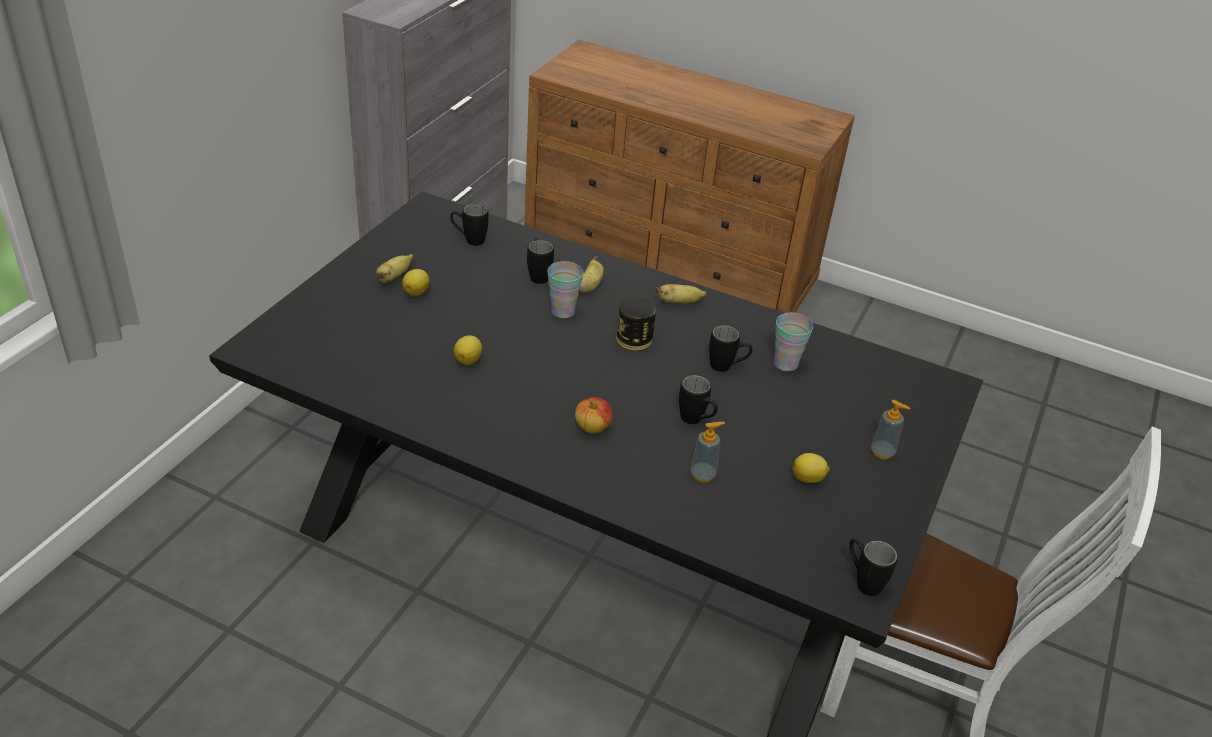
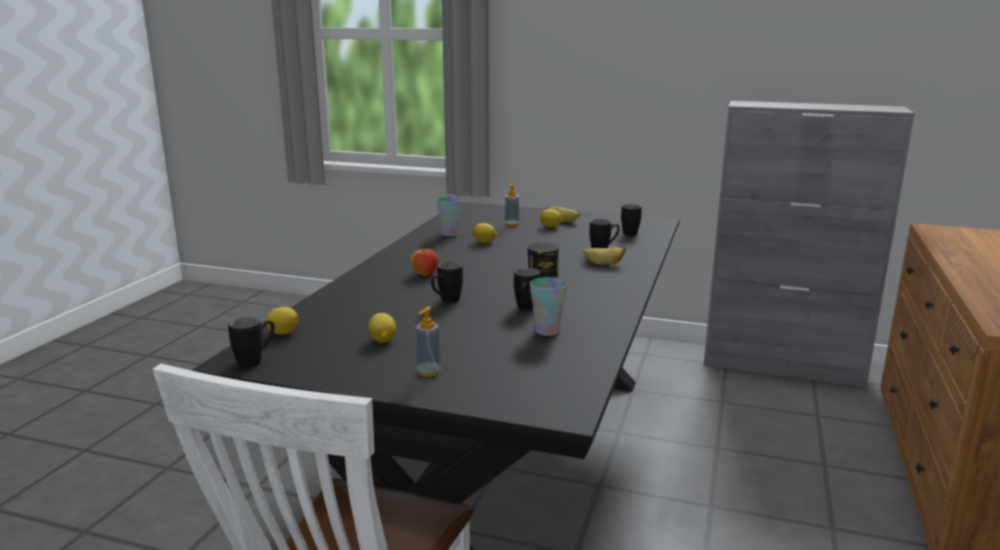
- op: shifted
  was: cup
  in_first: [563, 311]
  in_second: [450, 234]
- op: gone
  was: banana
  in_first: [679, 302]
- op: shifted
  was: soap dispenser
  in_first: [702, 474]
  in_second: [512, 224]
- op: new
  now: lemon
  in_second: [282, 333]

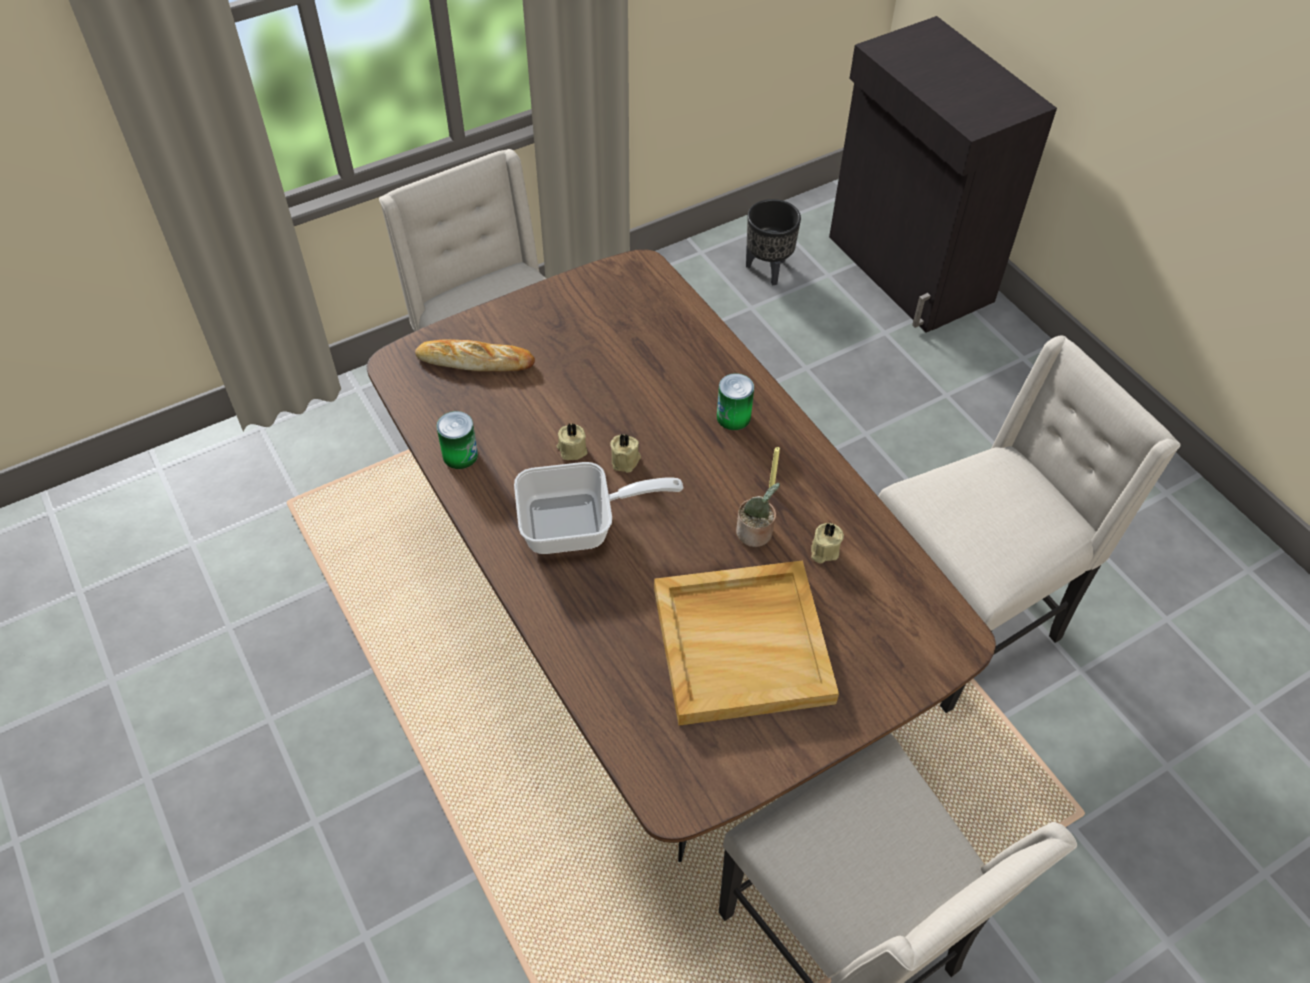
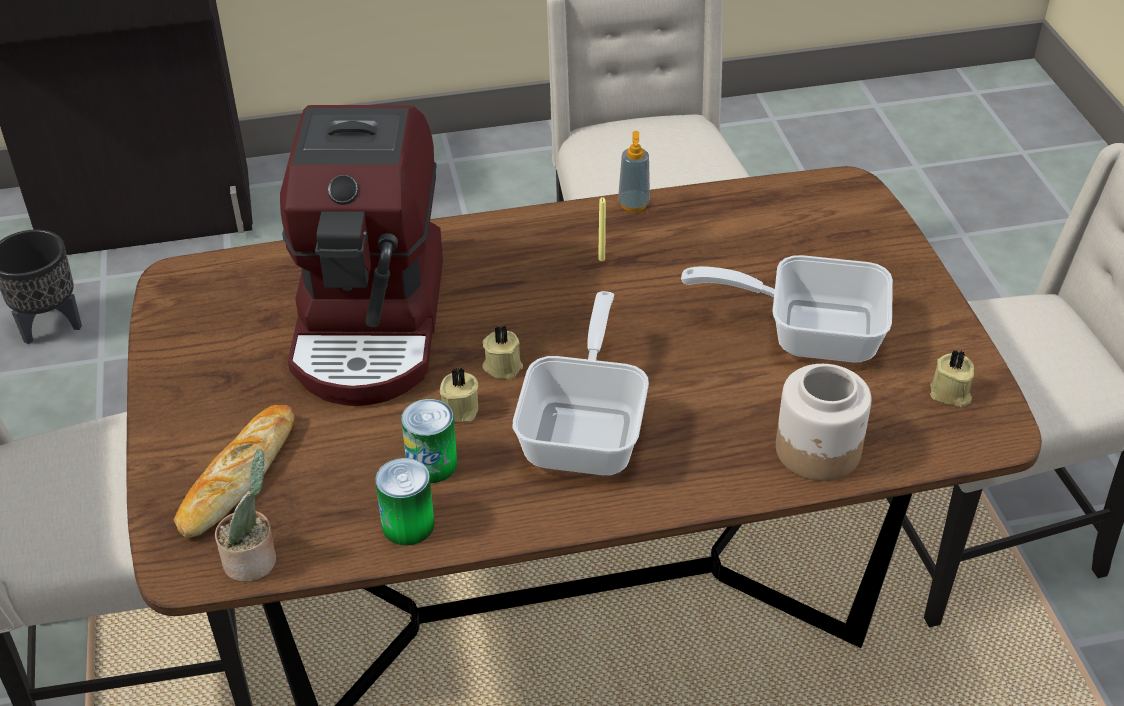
- op: swapped
  was: beige tray
  now: frying pan
  in_first: [743, 643]
  in_second: [808, 332]
- op: shifted
  was: can
  in_first: [733, 417]
  in_second: [432, 464]
- op: shifted
  was: potted plant
  in_first: [756, 534]
  in_second: [254, 560]
- op: shifted
  was: beige candle
  in_first: [823, 551]
  in_second: [950, 394]
- op: new
  now: coffee machine
  in_second: [372, 324]
- op: new
  now: soap dispenser
  in_second: [633, 204]
- op: new
  now: jar
  in_second: [818, 451]

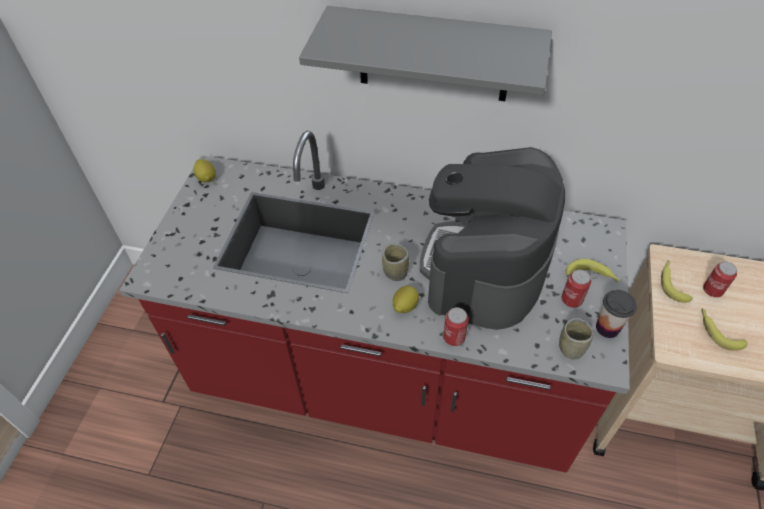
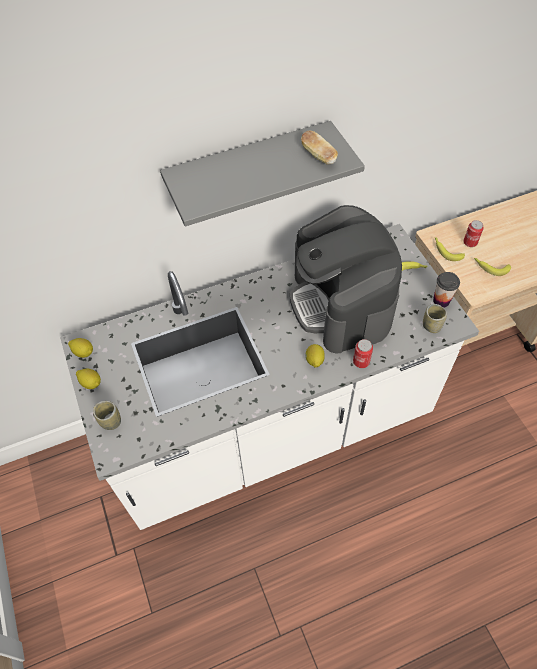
- op: repainted
  was: red counter
  now: white counter
  in_first: [385, 381]
  in_second: [272, 429]
- op: shifted
  was: cup
  in_first: [395, 272]
  in_second: [111, 422]
- op: gone
  was: can
  in_first: [571, 300]
- op: new
  now: lemon
  in_second: [91, 383]
- op: new
  now: bread
  in_second: [318, 156]

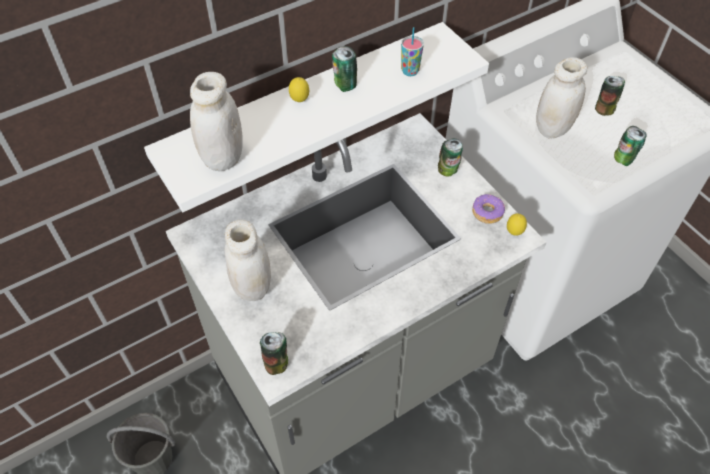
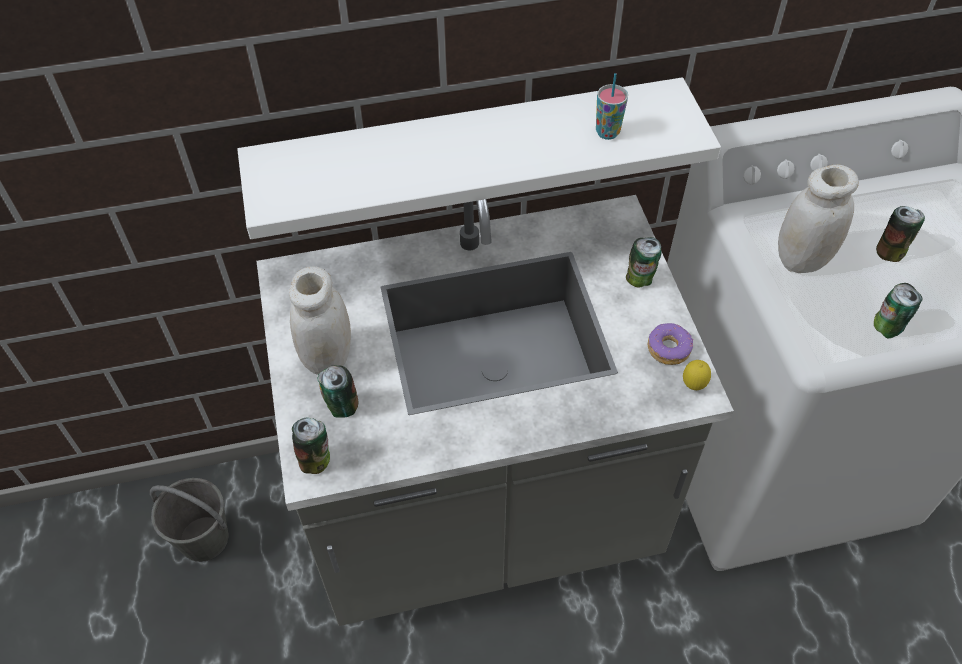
- op: gone
  was: white jar
  in_first: [222, 158]
- op: gone
  was: lemon
  in_first: [299, 101]
- op: shifted
  was: can
  in_first: [345, 85]
  in_second: [341, 407]

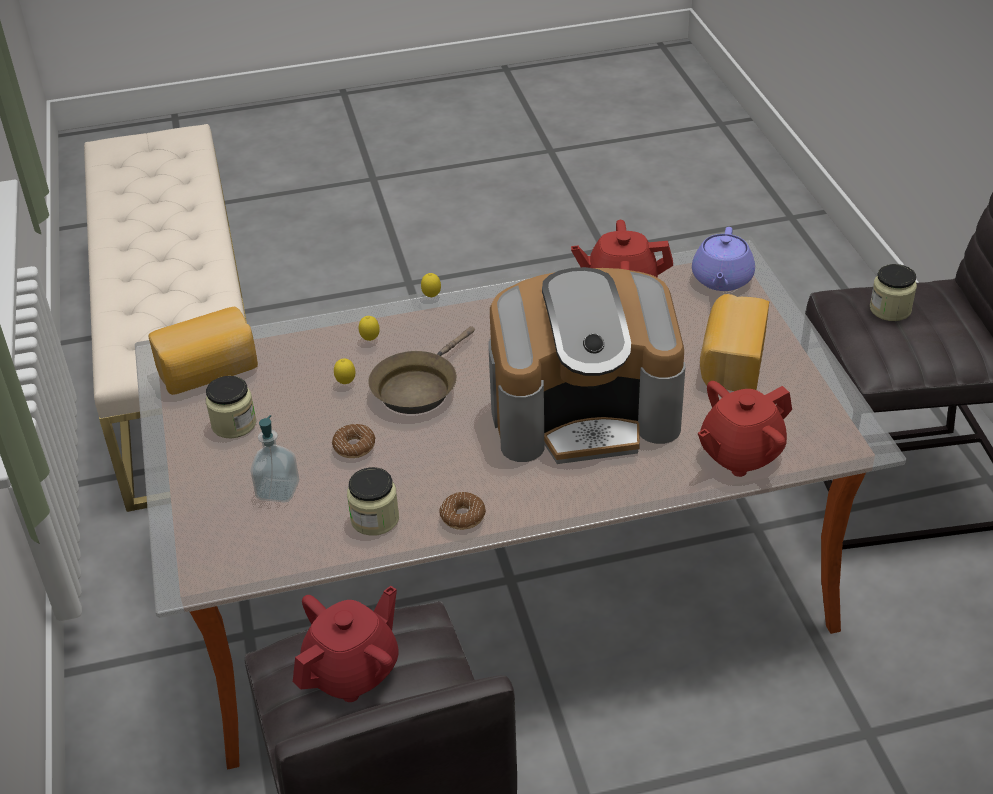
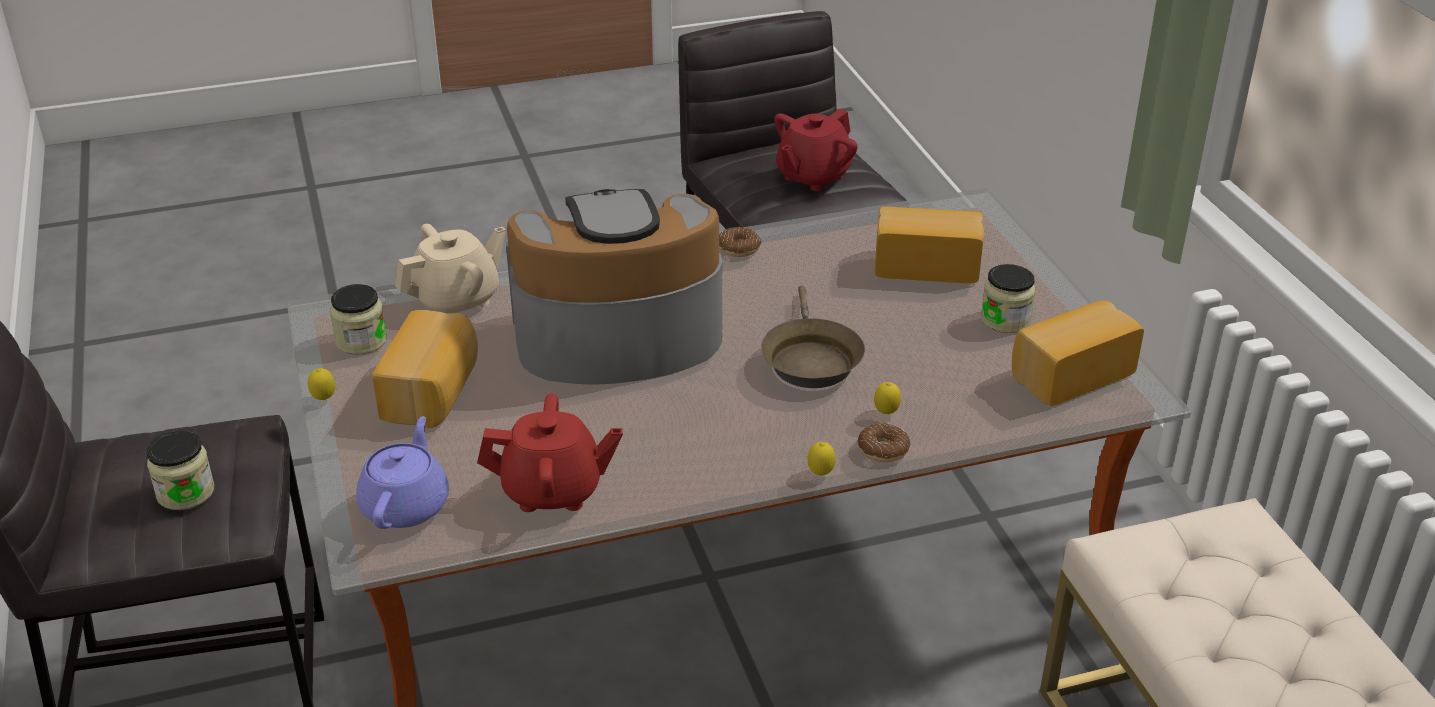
- op: swapped
  was: soap dispenser
  now: bread
  in_first: [278, 490]
  in_second: [926, 264]
- op: shifted
  was: donut
  in_first: [354, 446]
  in_second: [883, 449]
- op: shifted
  was: lemon
  in_first: [346, 383]
  in_second: [324, 399]
- op: shifted
  was: jar
  in_first: [375, 519]
  in_second: [361, 341]
- op: rotated
  was: brown frying pan
  in_first: [418, 387]
  in_second: [810, 359]
  clockwise: 150
- op: repainted
  was: red teapot
  now: beige teapot
  in_first: [740, 454]
  in_second: [457, 300]

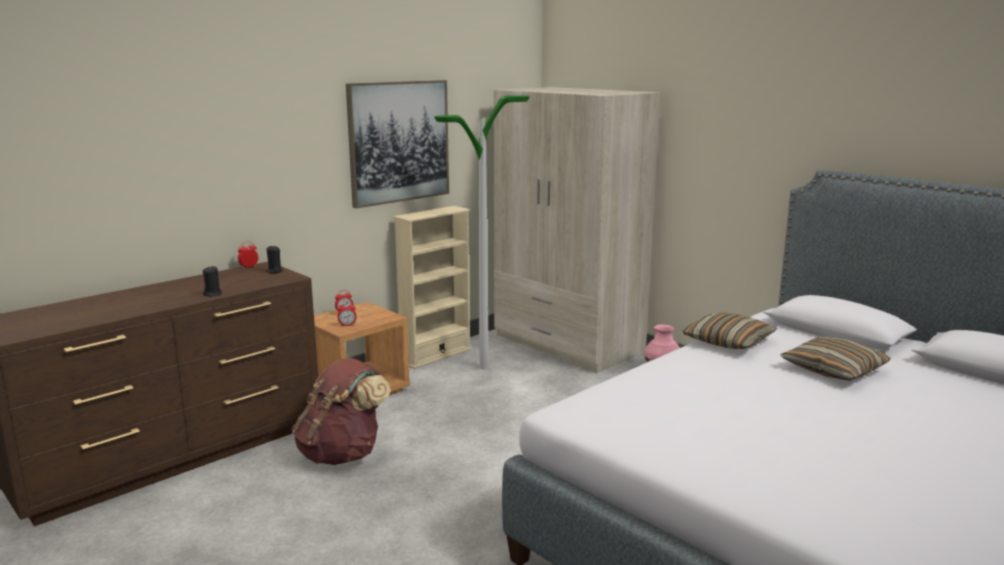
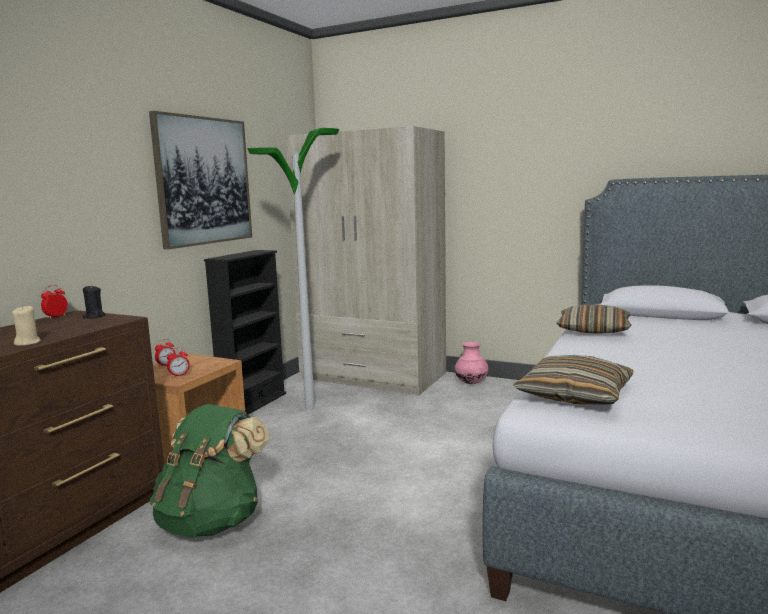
- op: repainted
  was: black candle
  now: beige candle
  in_first: [213, 294]
  in_second: [28, 343]
- op: repainted
  was: brown backpack
  now: green backpack
  in_first: [343, 454]
  in_second: [212, 521]
- op: repainted
  was: beige bookcase
  now: black bookcase
  in_first: [436, 355]
  in_second: [253, 404]
- op: shifted
  was: pillow
  in_first: [834, 370]
  in_second: [574, 394]

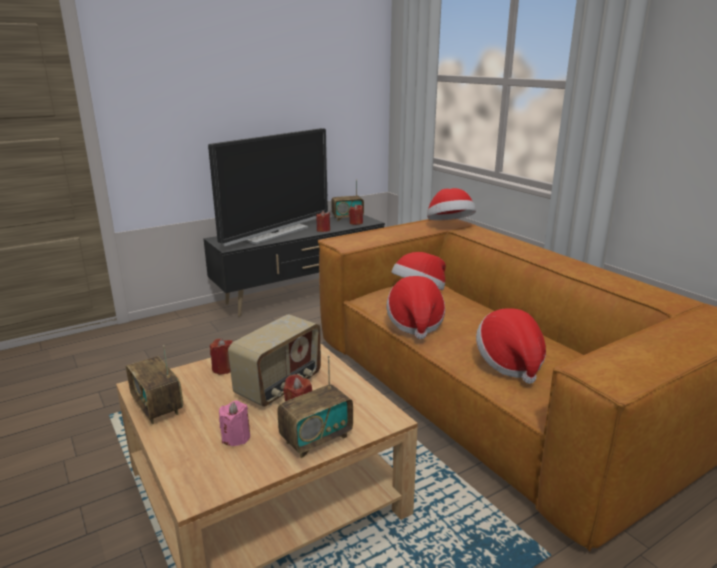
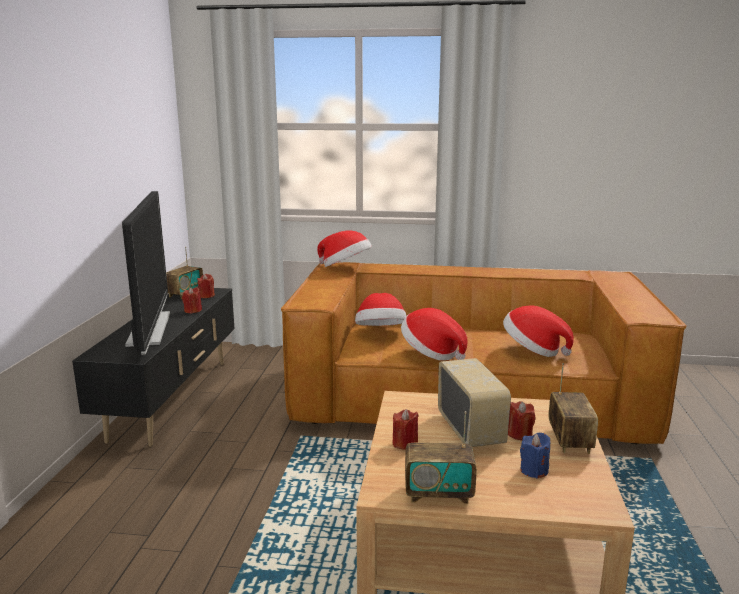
- op: repainted
  was: pink candle
  now: blue candle
  in_first: [236, 437]
  in_second: [534, 470]

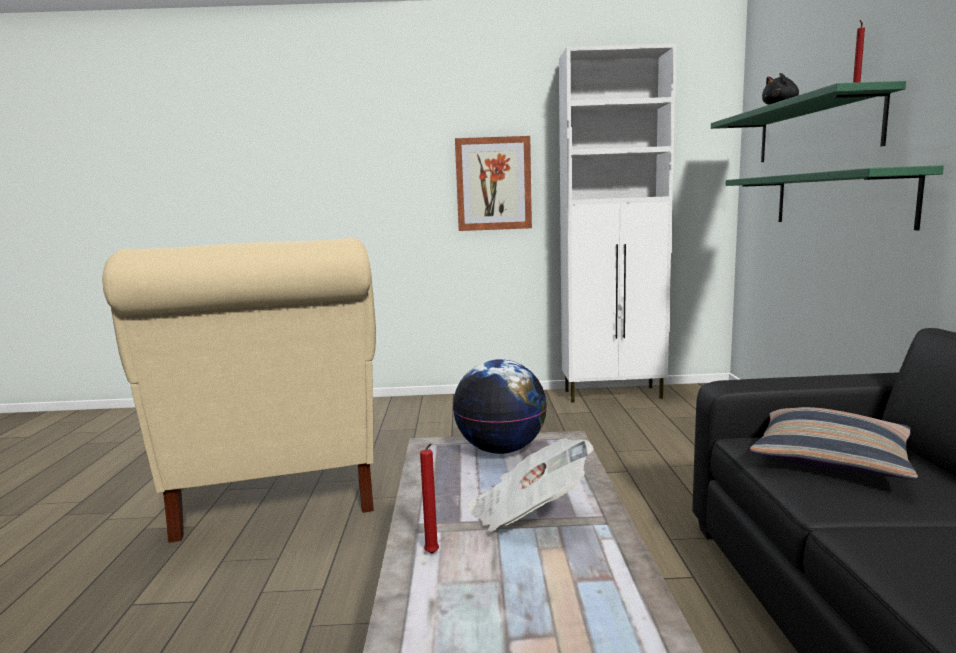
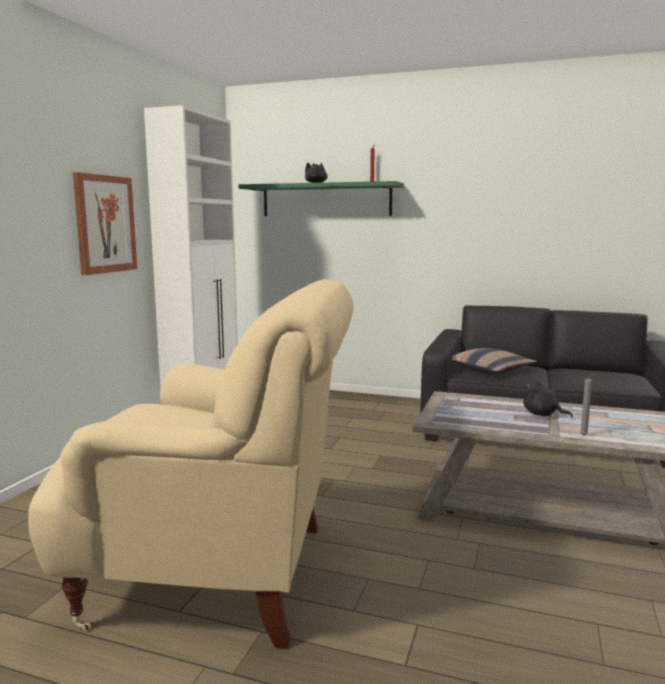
- op: repainted
  was: red candle
  now: grey candle
  in_first: [432, 555]
  in_second: [585, 435]
- op: gone
  was: globe
  in_first: [501, 449]
- op: swapped
  was: newspaper
  now: black plush toy
  in_first: [528, 513]
  in_second: [542, 415]
- op: gone
  was: green shelf
  in_first: [839, 199]

